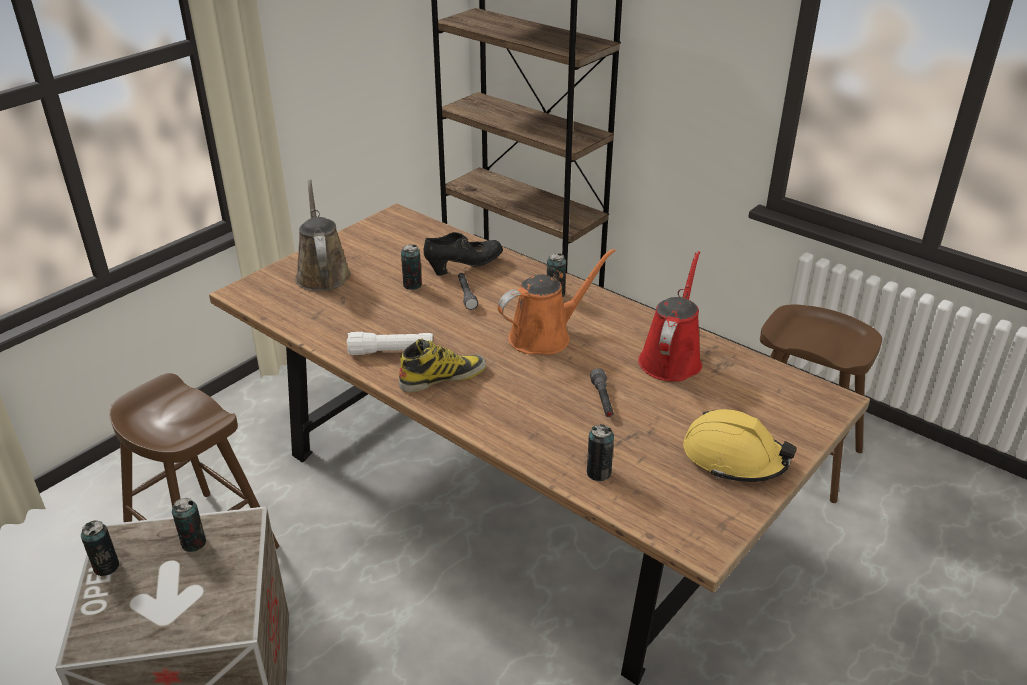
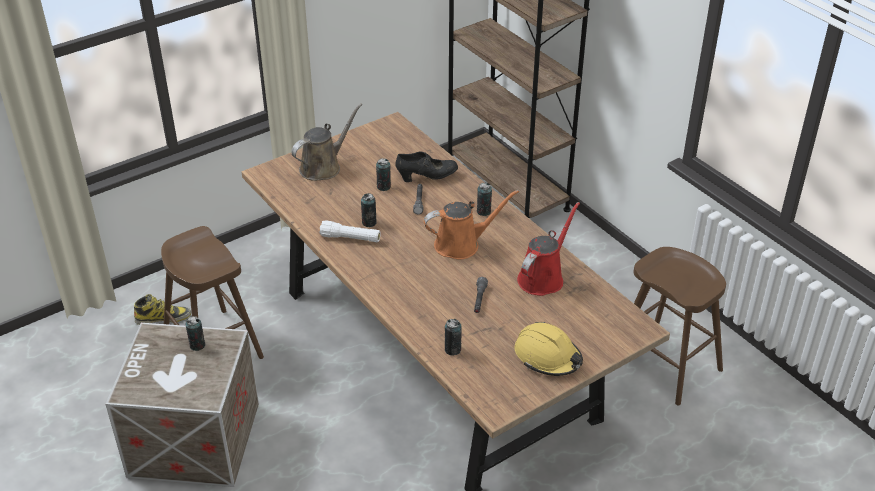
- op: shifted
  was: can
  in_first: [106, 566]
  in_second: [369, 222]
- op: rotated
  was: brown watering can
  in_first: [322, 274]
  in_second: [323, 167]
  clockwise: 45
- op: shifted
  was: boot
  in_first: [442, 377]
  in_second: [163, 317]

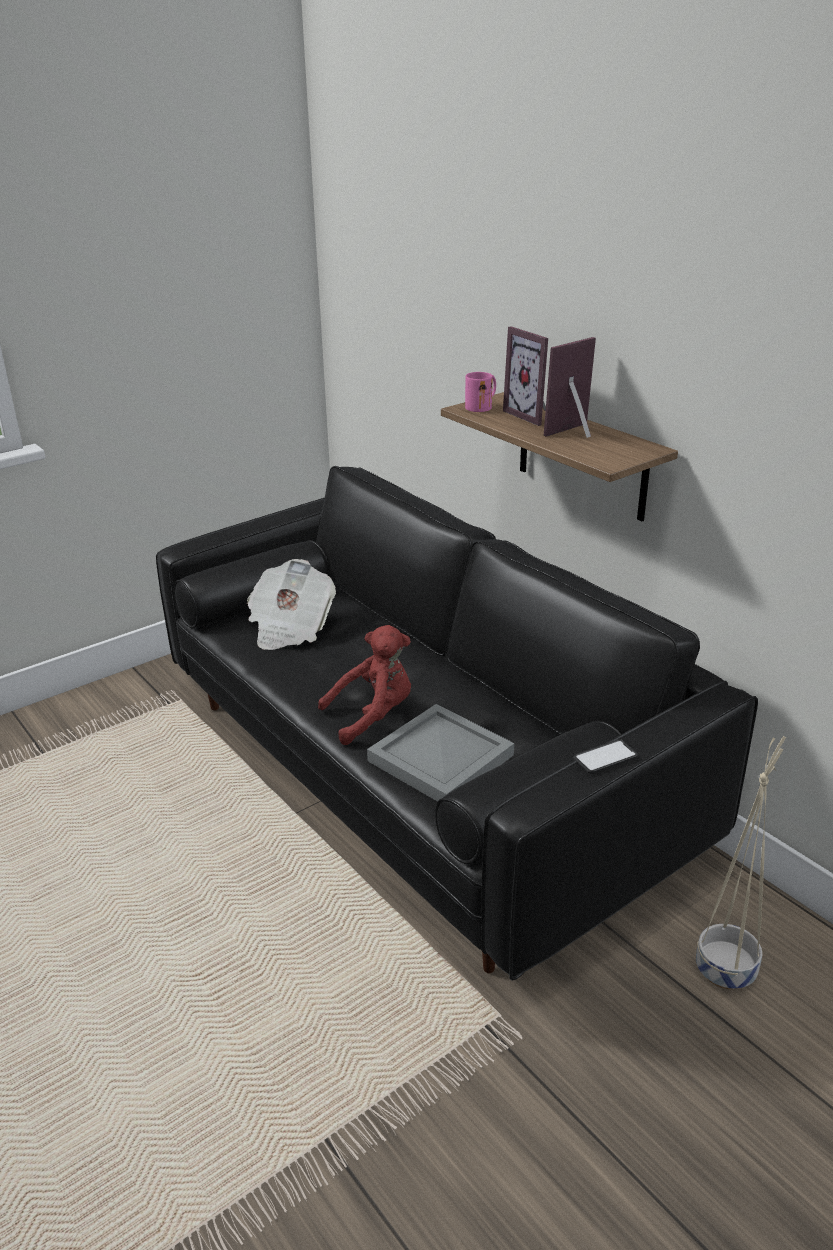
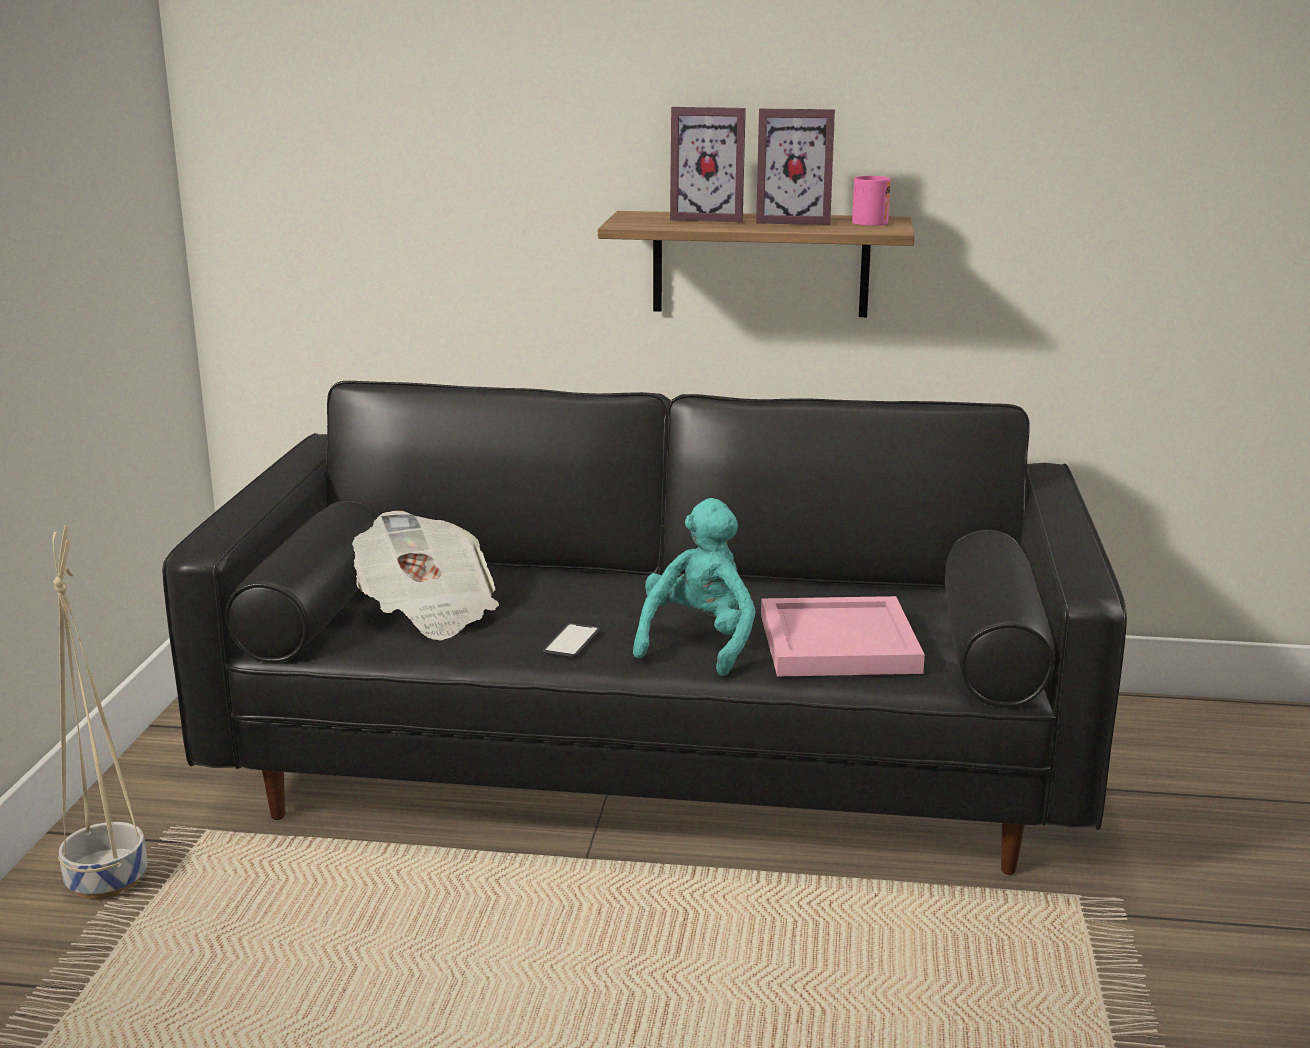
- op: repainted
  was: red plush toy
  now: turquoise plush toy
  in_first: [373, 716]
  in_second: [699, 642]
- op: repainted
  was: grey tray
  now: pink tray
  in_first: [443, 758]
  in_second: [840, 642]
- op: shifted
  was: pink mug
  in_first: [482, 406]
  in_second: [868, 221]
- op: rotated
  was: picture frame
  in_first: [576, 433]
  in_second: [793, 221]
  clockwise: -90
- op: shifted
  was: phone
  in_first: [605, 757]
  in_second: [571, 642]
- op: shifted
  was: beige planter
  in_first: [726, 968]
  in_second: [107, 878]

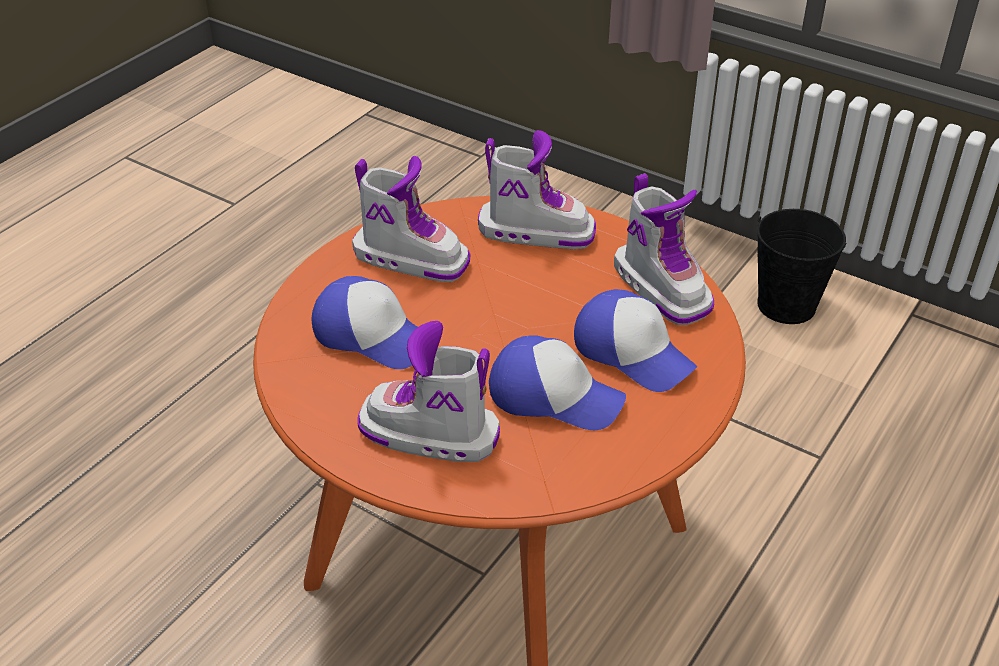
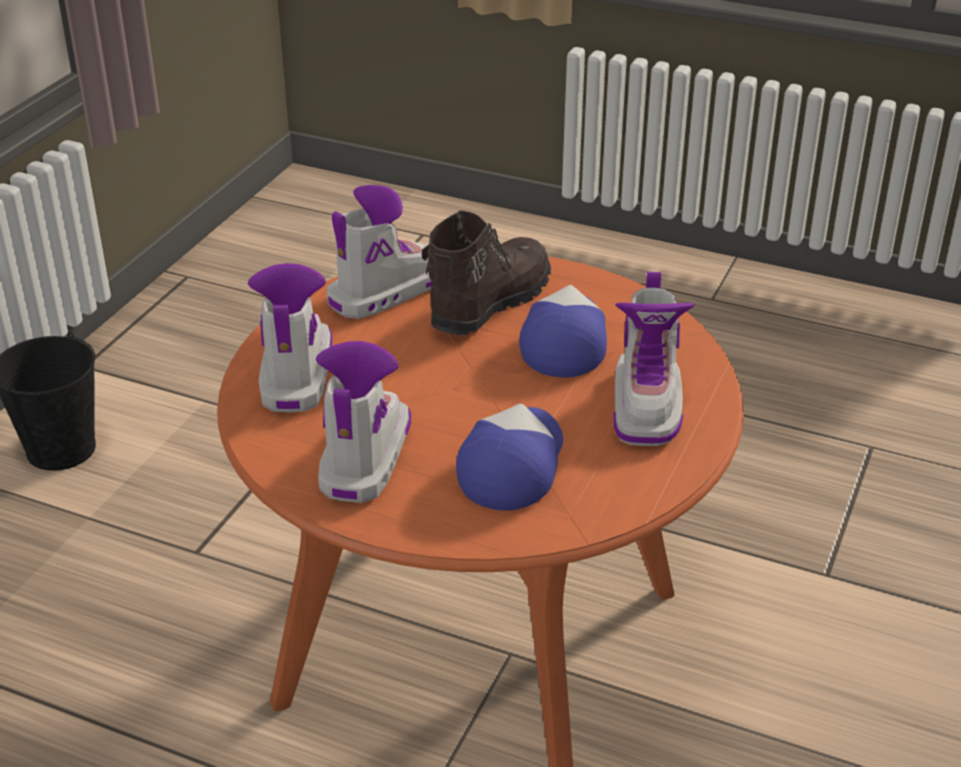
- op: swapped
  was: cap
  now: brown boot
  in_first: [632, 352]
  in_second: [488, 304]

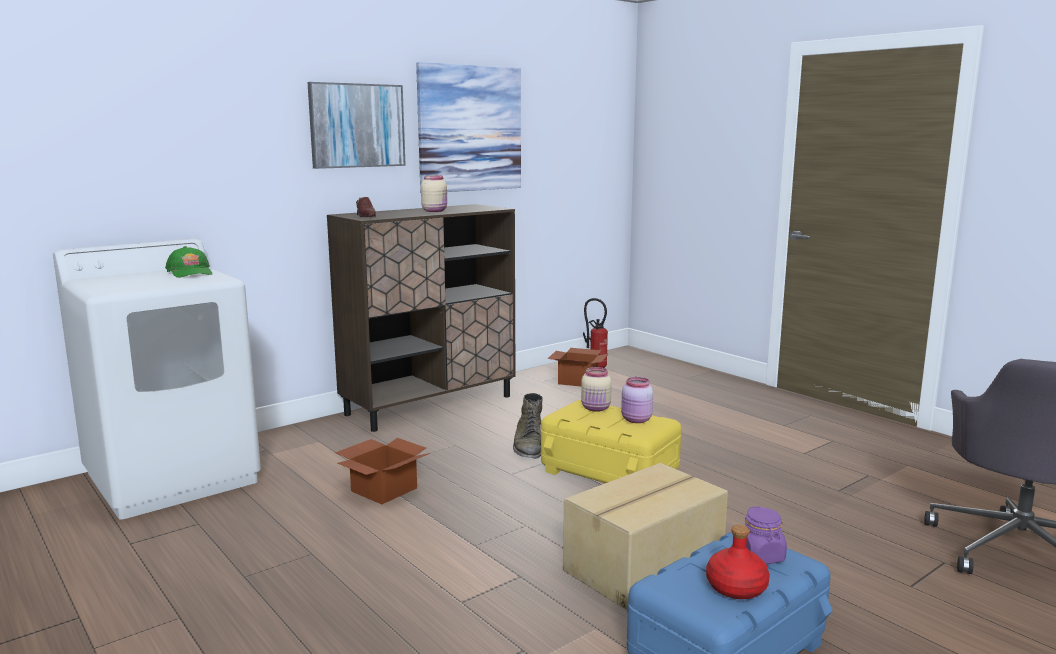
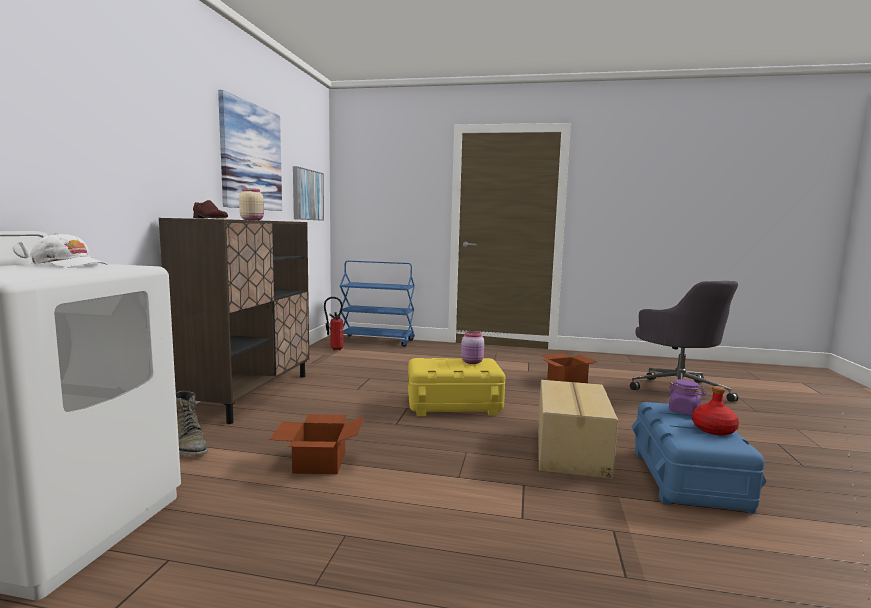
- op: repainted
  was: green cap
  now: white cap
  in_first: [190, 273]
  in_second: [70, 265]
- op: shifted
  was: picture
  in_first: [357, 125]
  in_second: [307, 195]
- op: shifted
  was: green boot
  in_first: [528, 446]
  in_second: [187, 445]
- op: shifted
  was: cardboard box
  in_first: [579, 380]
  in_second: [566, 381]
- op: gone
  was: beige jar
  in_first: [596, 408]
- op: new
  now: blue cart
  in_second: [377, 341]

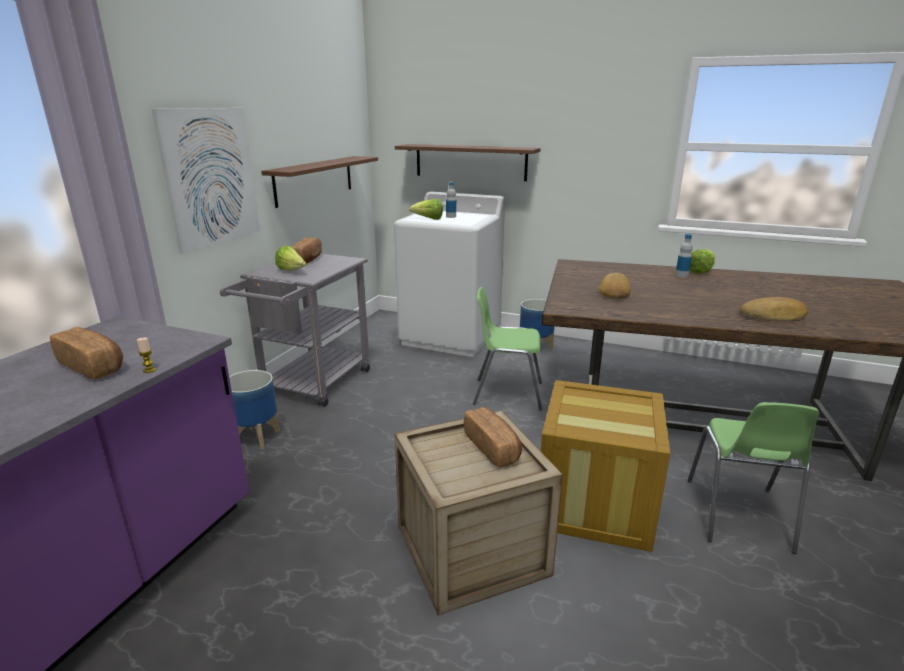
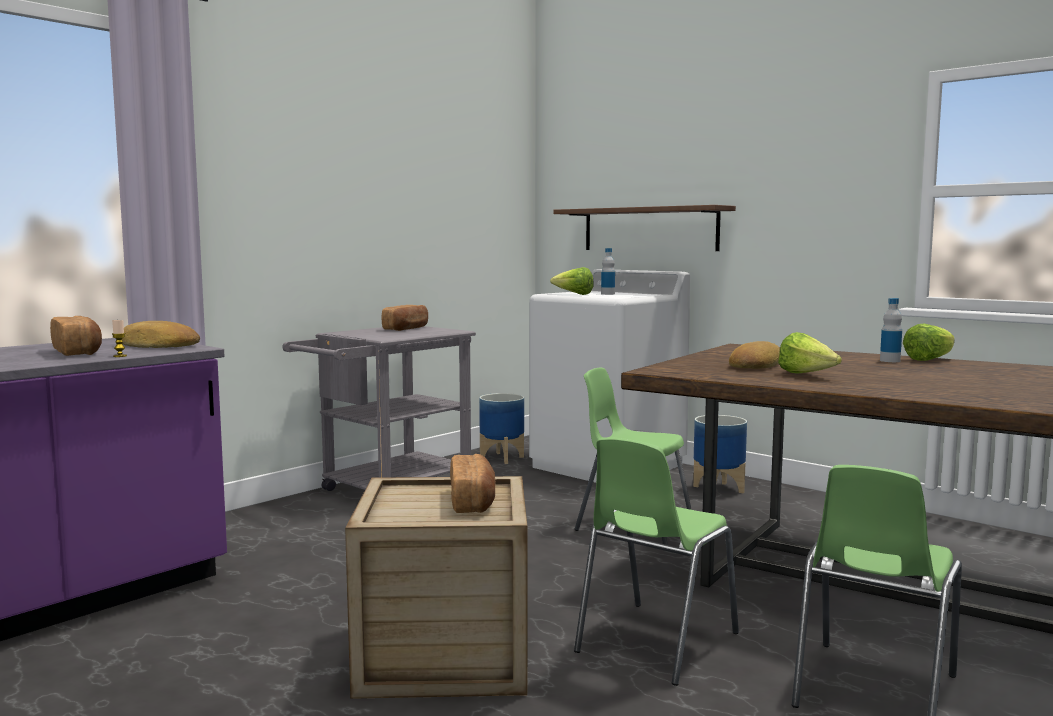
- op: gone
  was: picture
  in_first: [211, 177]
- op: shifted
  was: planter
  in_first: [257, 437]
  in_second: [502, 458]
- op: gone
  was: brown shelf
  in_first: [314, 180]
- op: shifted
  was: lettuce
  in_first: [292, 271]
  in_second: [807, 375]
- op: swapped
  was: crate
  now: green chair
  in_first: [594, 503]
  in_second: [654, 642]
- op: shifted
  was: bread
  in_first: [774, 316]
  in_second: [157, 345]

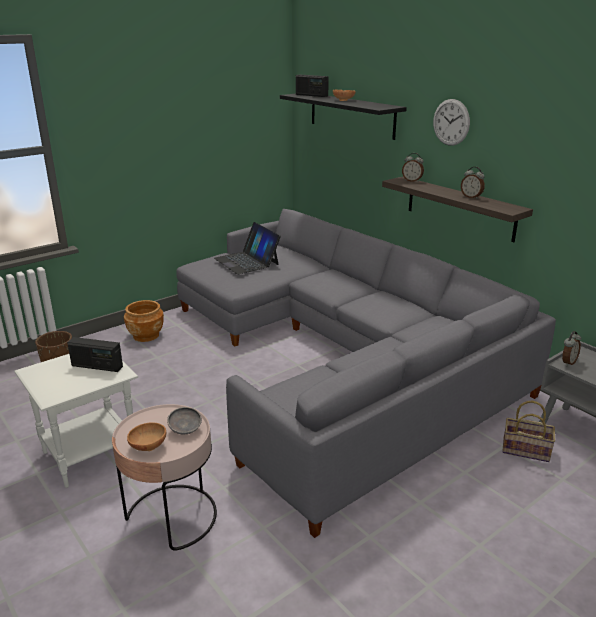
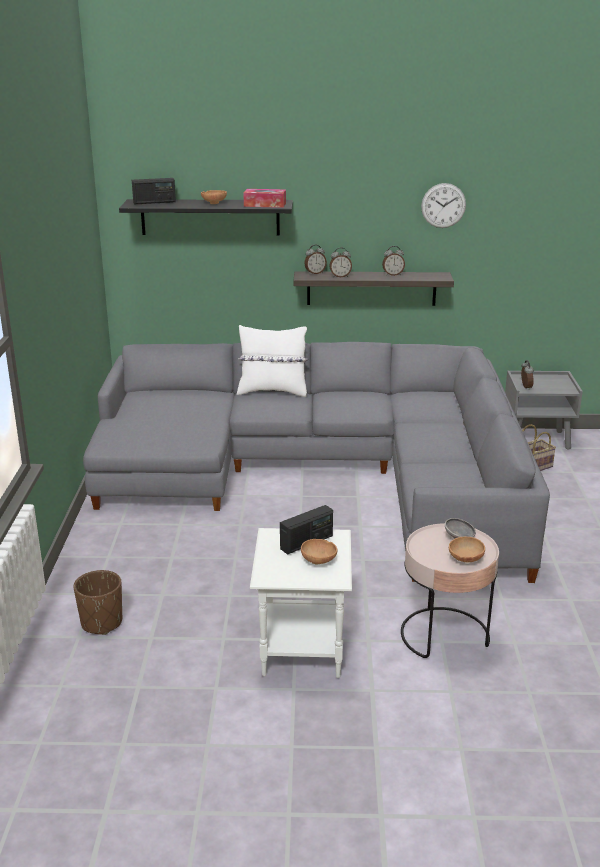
- op: gone
  was: brown planter
  in_first: [146, 335]
- op: gone
  was: laptop
  in_first: [247, 261]
- op: shifted
  was: wall clock
  in_first: [451, 122]
  in_second: [443, 205]
- op: new
  now: white pillow
  in_second: [273, 391]
- op: new
  now: tissue box
  in_second: [265, 204]
- op: new
  now: brown bowl
  in_second: [319, 561]
- op: new
  now: alarm clock
  in_second: [340, 276]

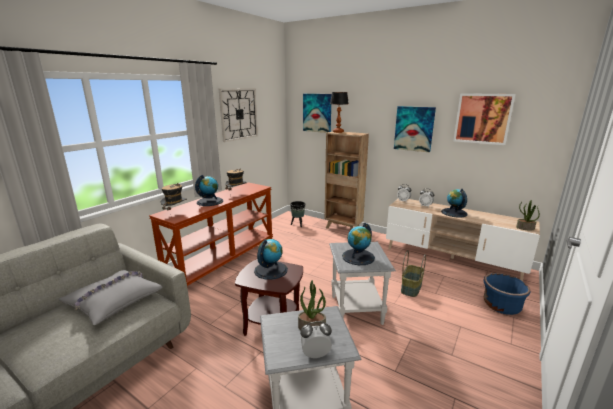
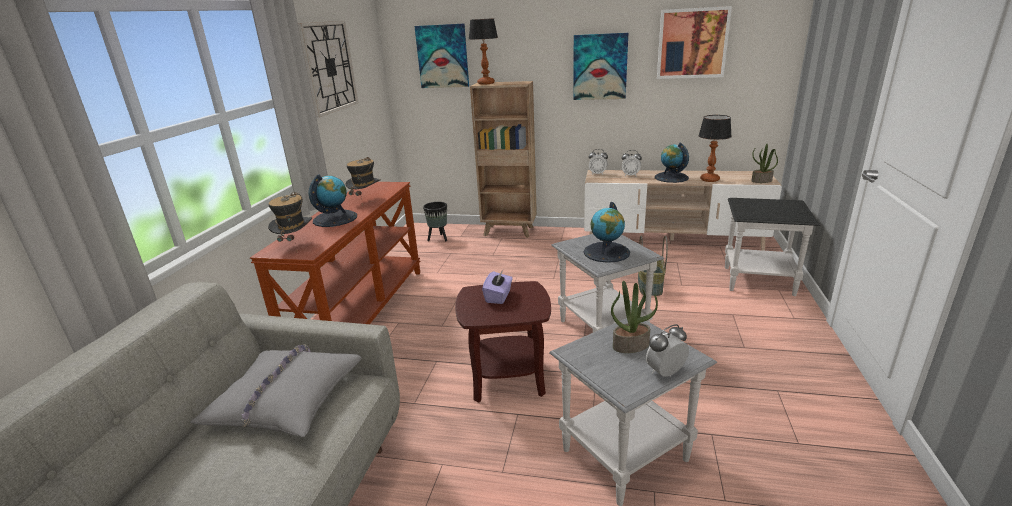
- op: swapped
  was: globe
  now: purple tissue box
  in_first: [270, 270]
  in_second: [498, 296]
- op: swapped
  was: blue planter
  now: black side table
  in_first: [501, 306]
  in_second: [759, 281]
- op: new
  now: table lamp
  in_second: [710, 179]

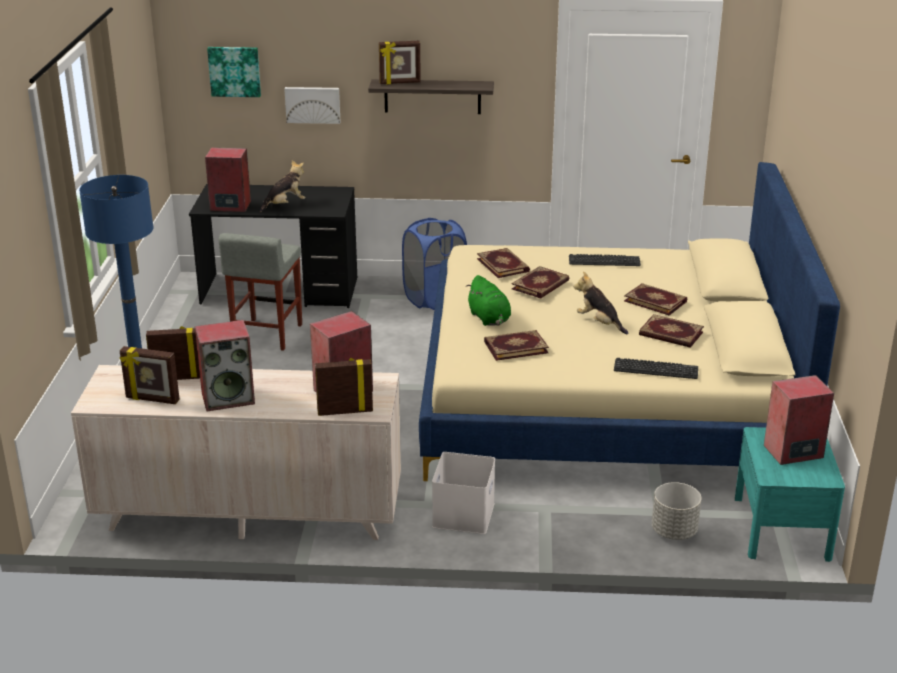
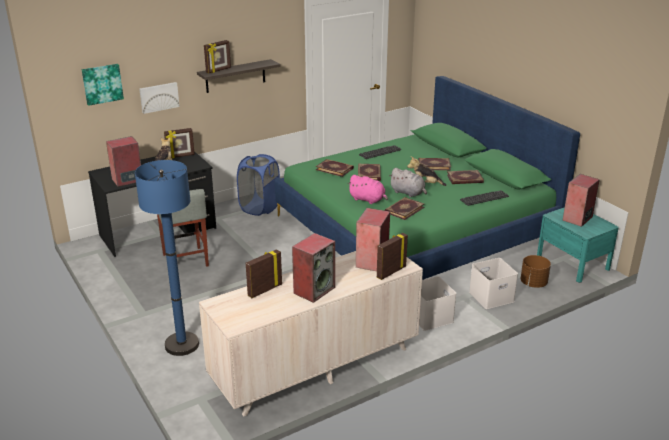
- op: shifted
  was: picture frame
  in_first: [152, 400]
  in_second: [180, 156]
- op: repainted
  was: beige bed
  now: green bed
  in_first: [605, 394]
  in_second: [415, 228]
- op: repainted
  was: green plush toy
  now: pink plush toy
  in_first: [489, 319]
  in_second: [368, 200]
- op: repainted
  was: grey planter
  now: brown planter
  in_first: [674, 531]
  in_second: [533, 283]
- op: new
  now: grey plush toy
  in_second: [408, 193]
- op: new
  now: white storage box
  in_second: [491, 297]

